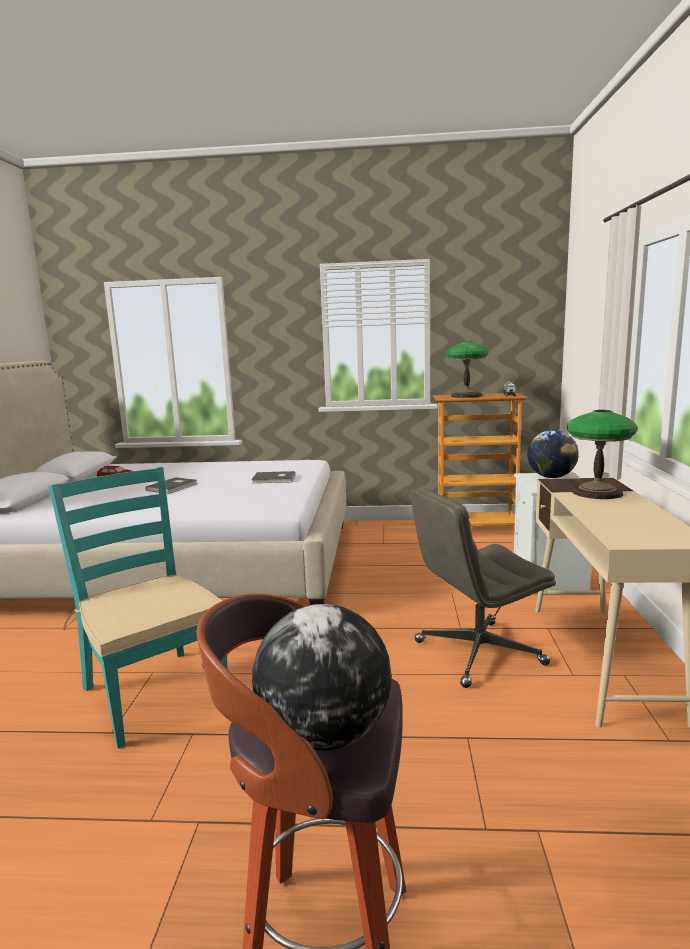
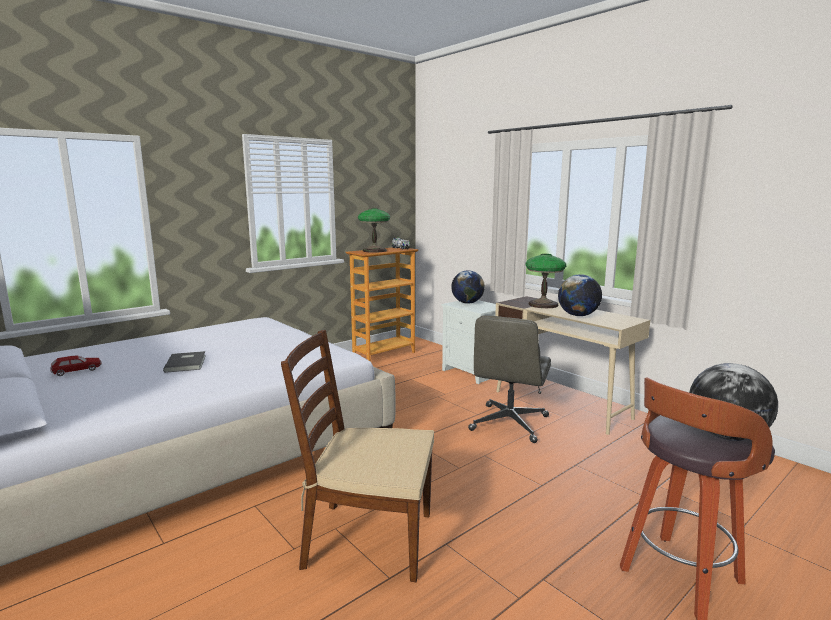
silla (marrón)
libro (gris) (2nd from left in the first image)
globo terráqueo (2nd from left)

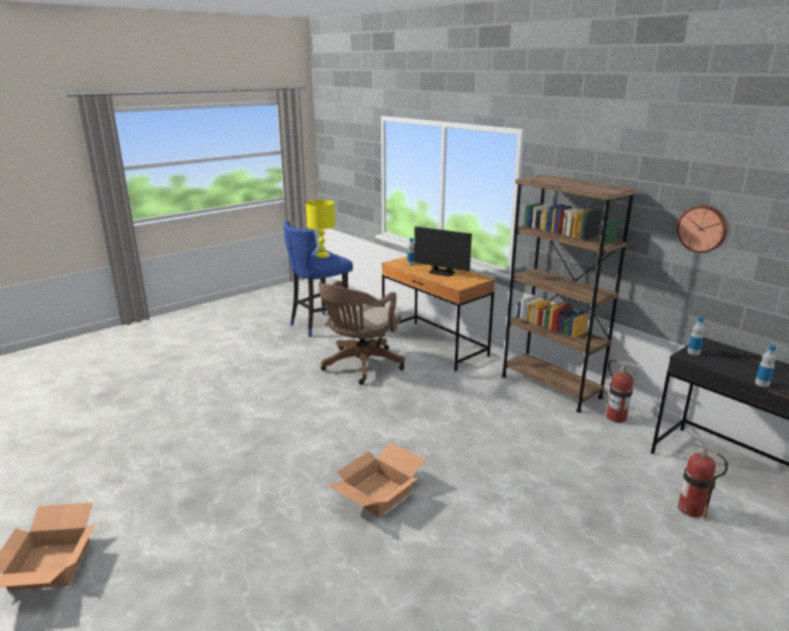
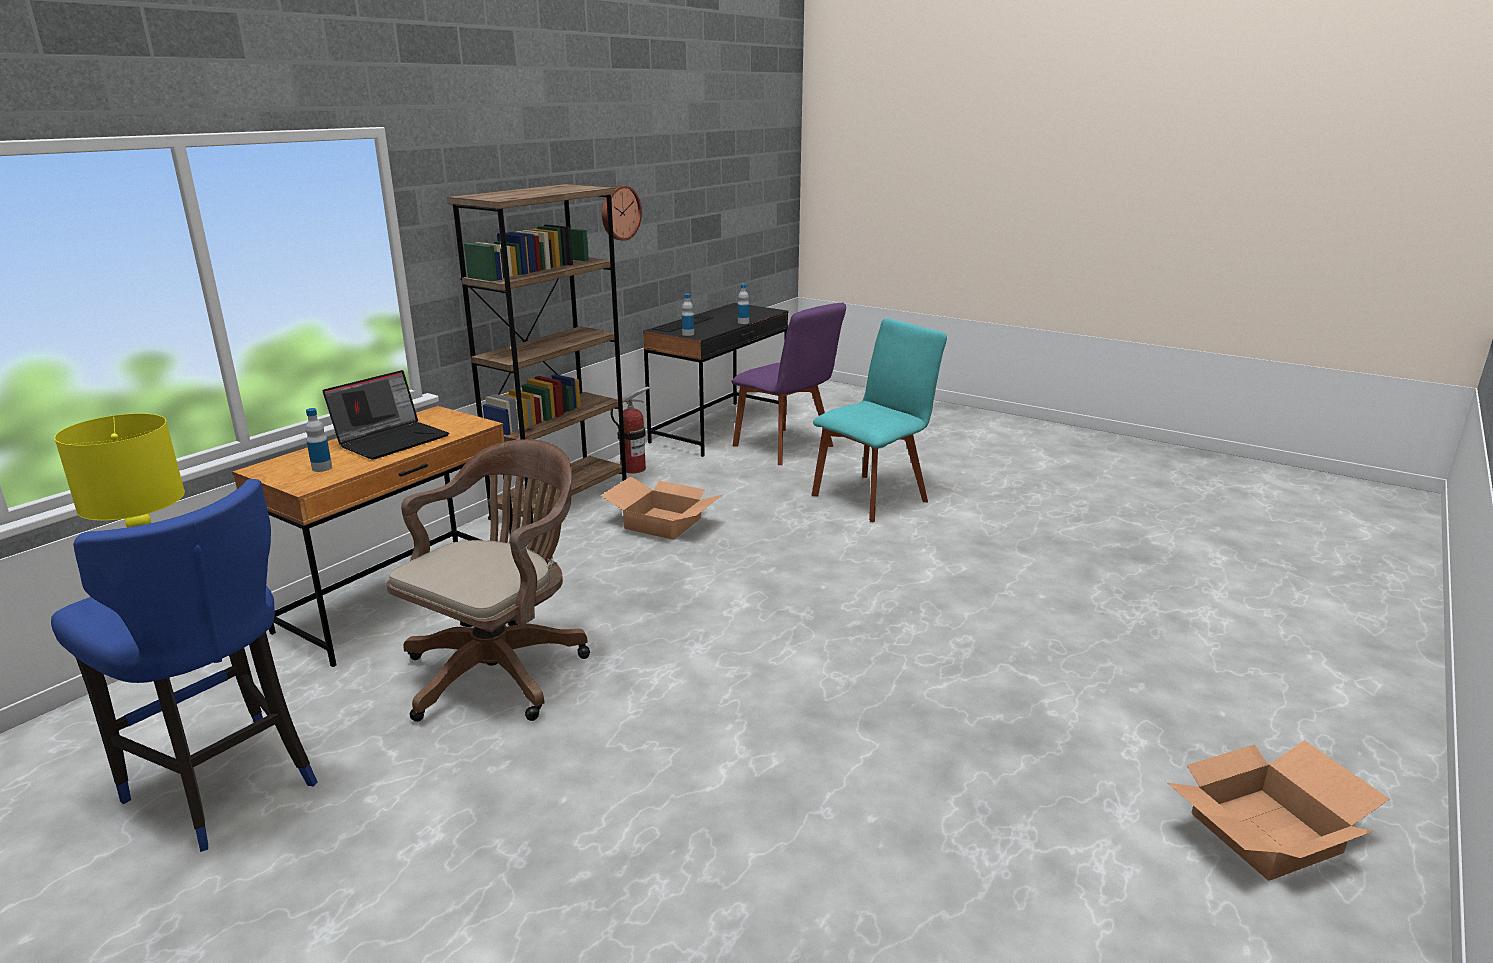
portátil
silla de oficina (marrón)
silla (morado)
caja de cartón (1st from left)
silla (turquesa)

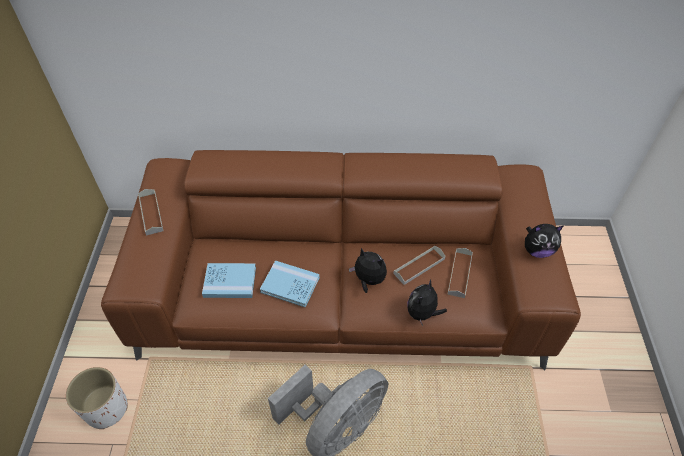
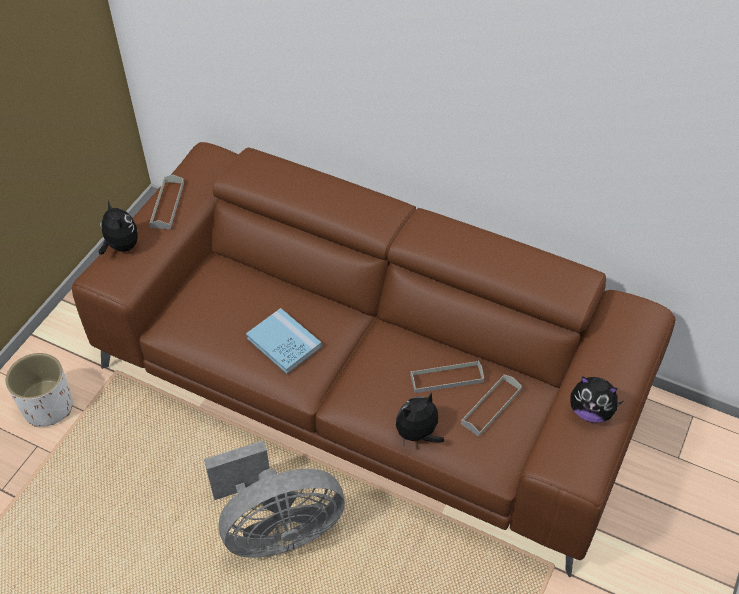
peluche (1st from left)
libro (azul) (1st from left in the first image)

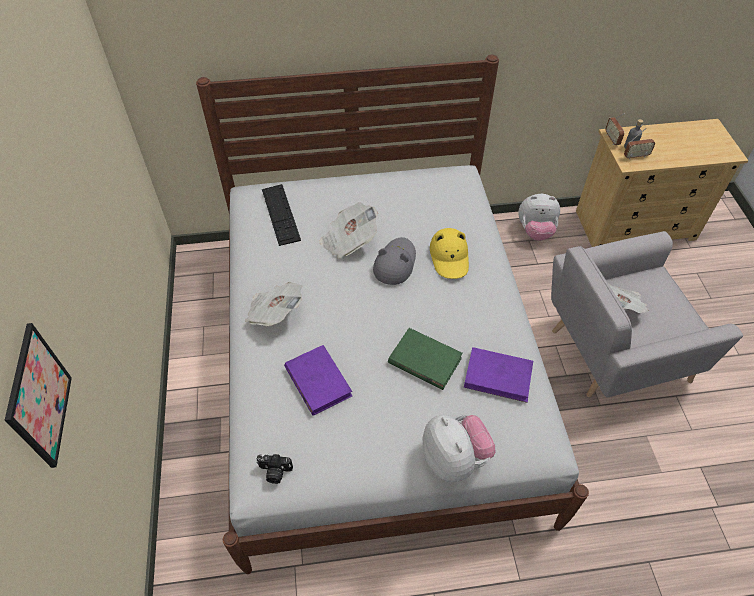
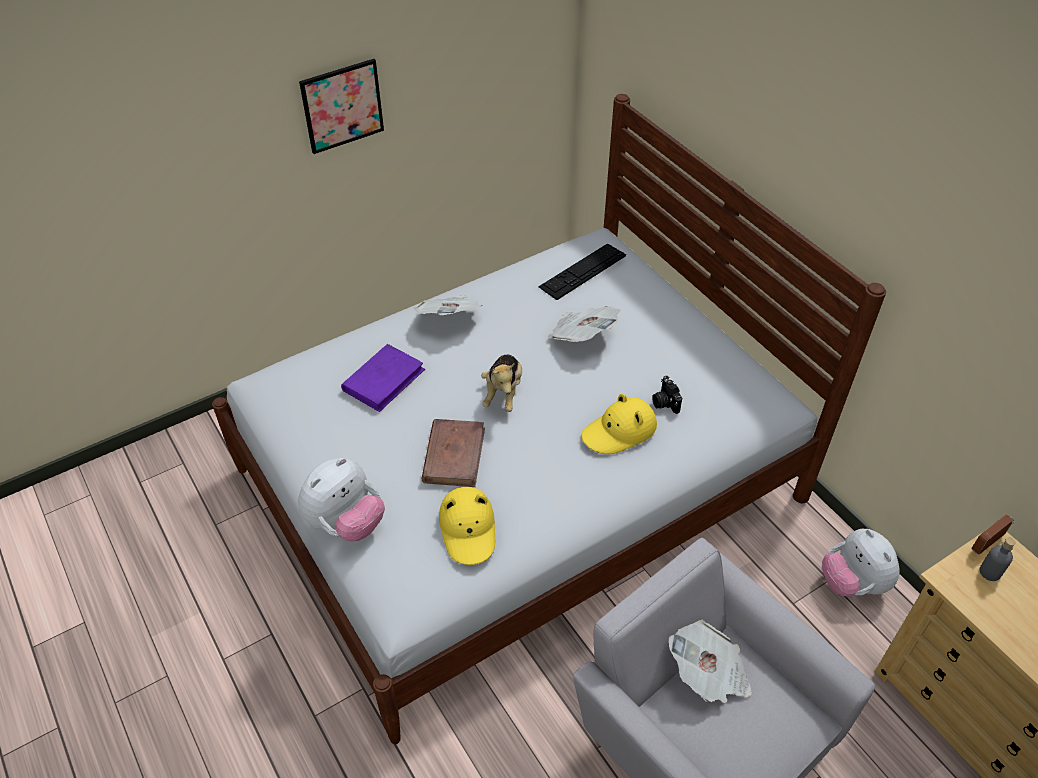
radio (2nd from left in the first image)
sombrero (gris)
cuadro
libro (marrón)
sombrero (amarillo) (1st from left)
cámara
peluche (2nd from left)

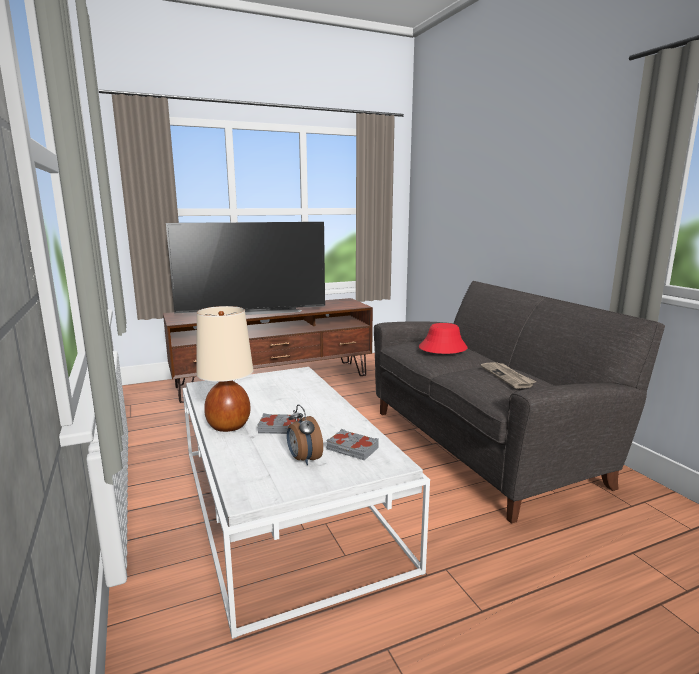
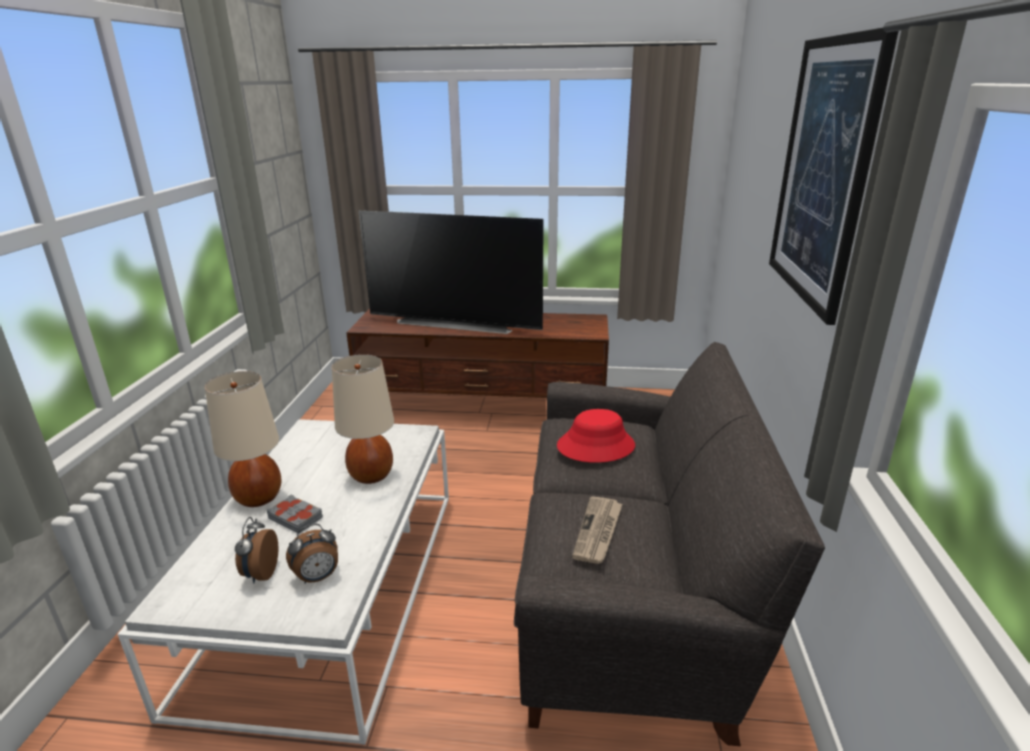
despertador (2nd from left)
cuadro
lámpara de mesa (beis) (2nd from left)

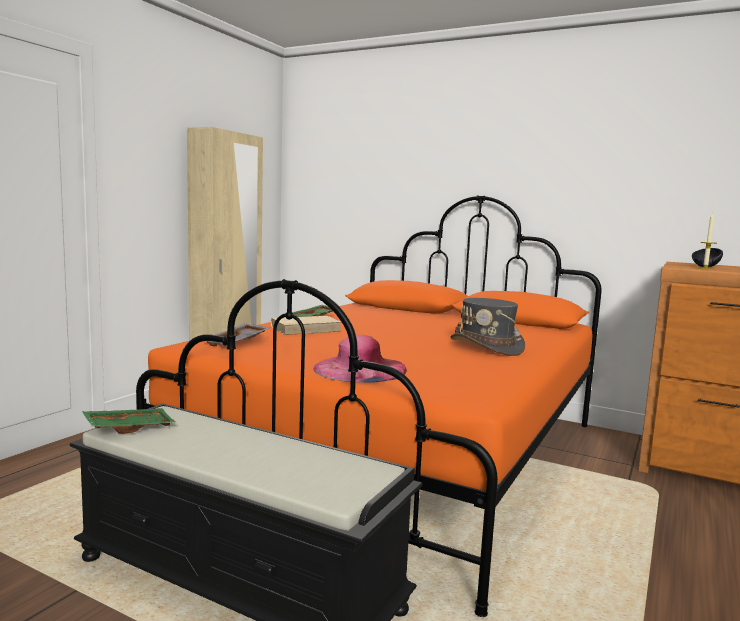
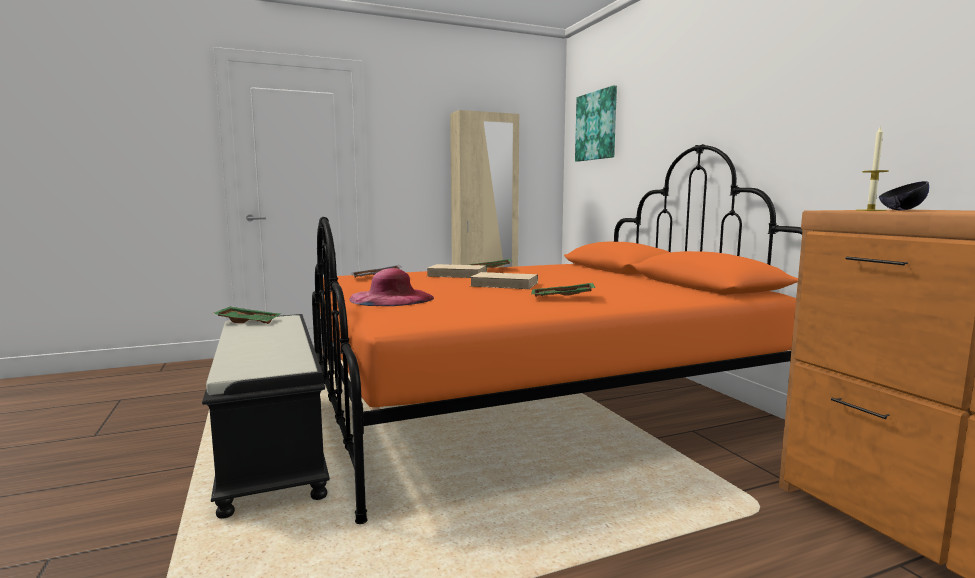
bandeja (verde) (3rd from left)
cuadro
libro (beis) (2nd from left)

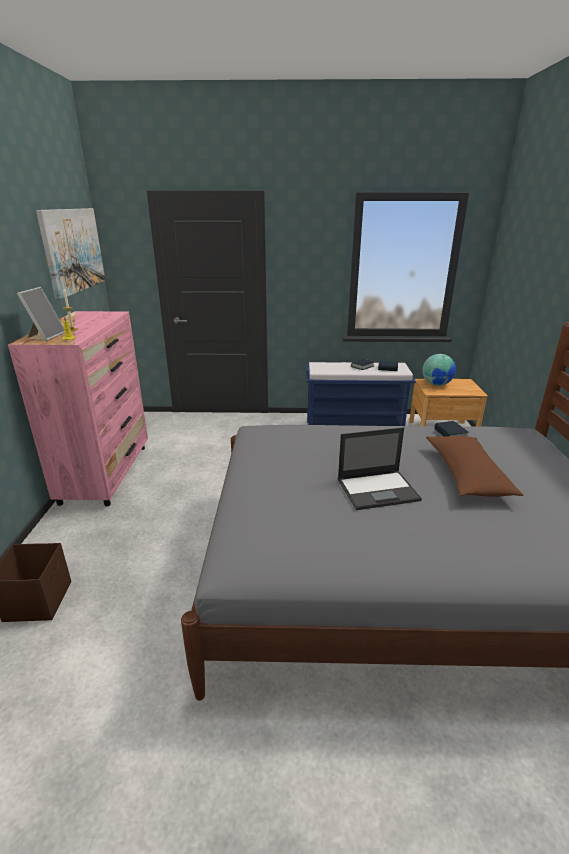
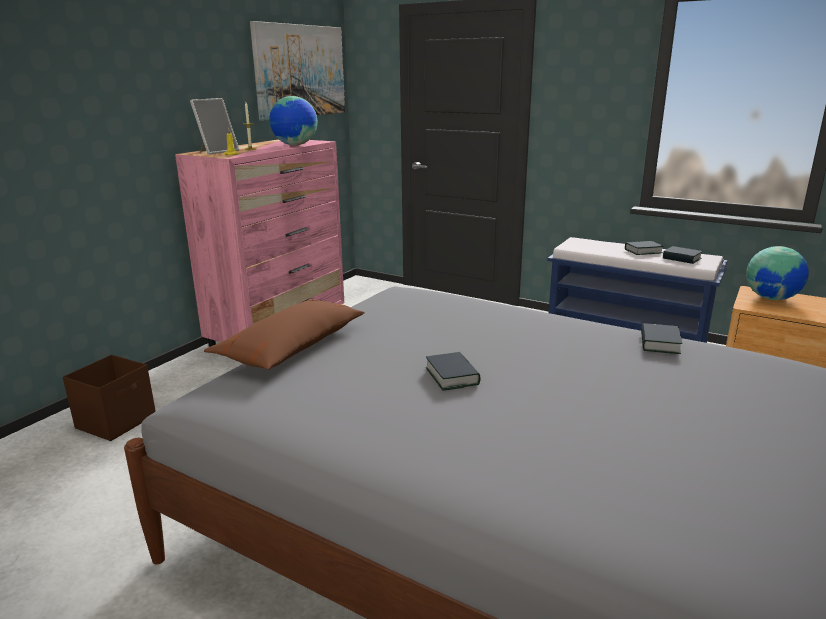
libro (1st from left)
cojín (marrón)
globo terráqueo (1st from left)

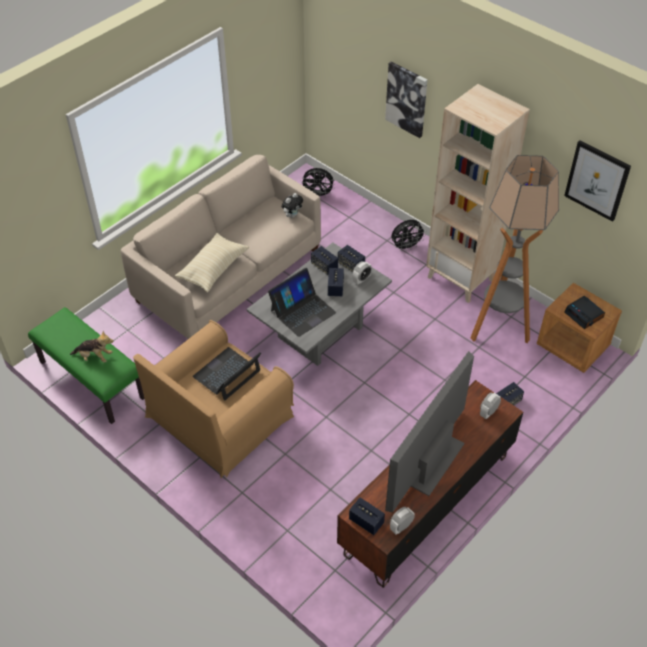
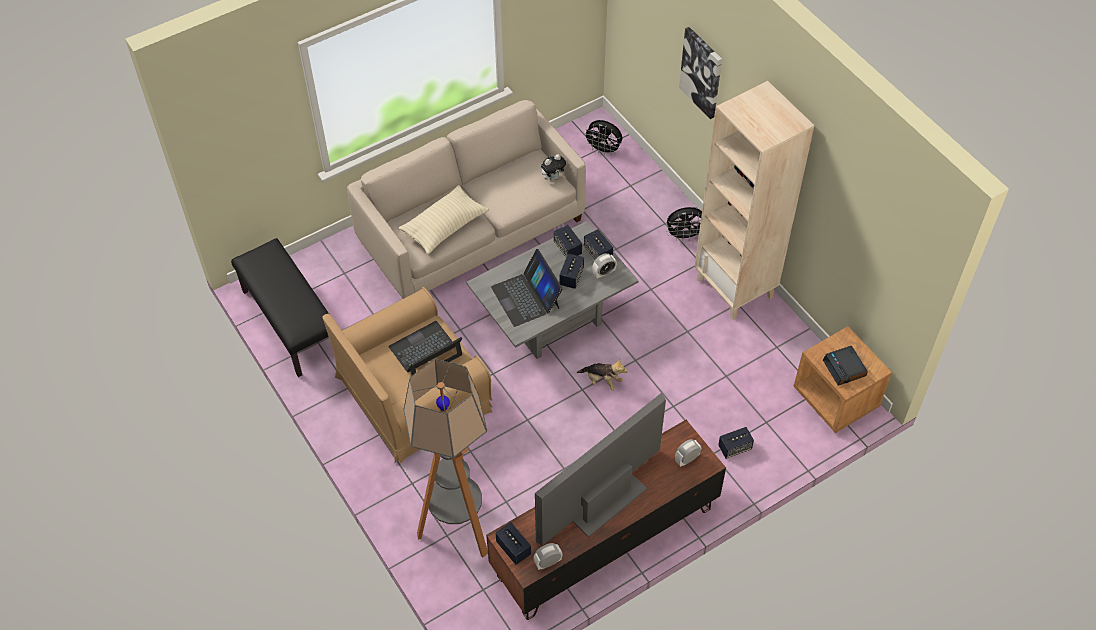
cuadro (2nd from left in the first image)
lámpara de pie
portátil (2nd from left)
banco (negro)
peluche (2nd from left)

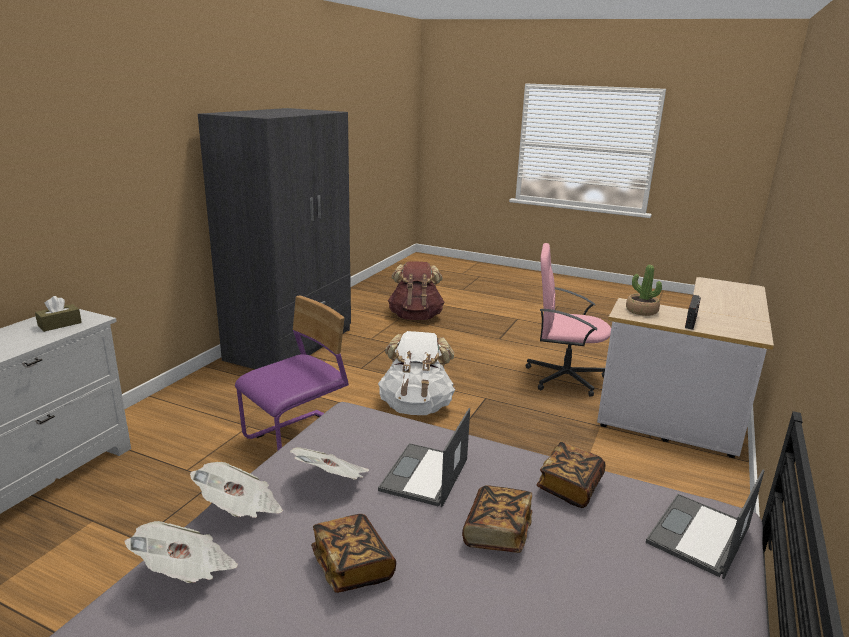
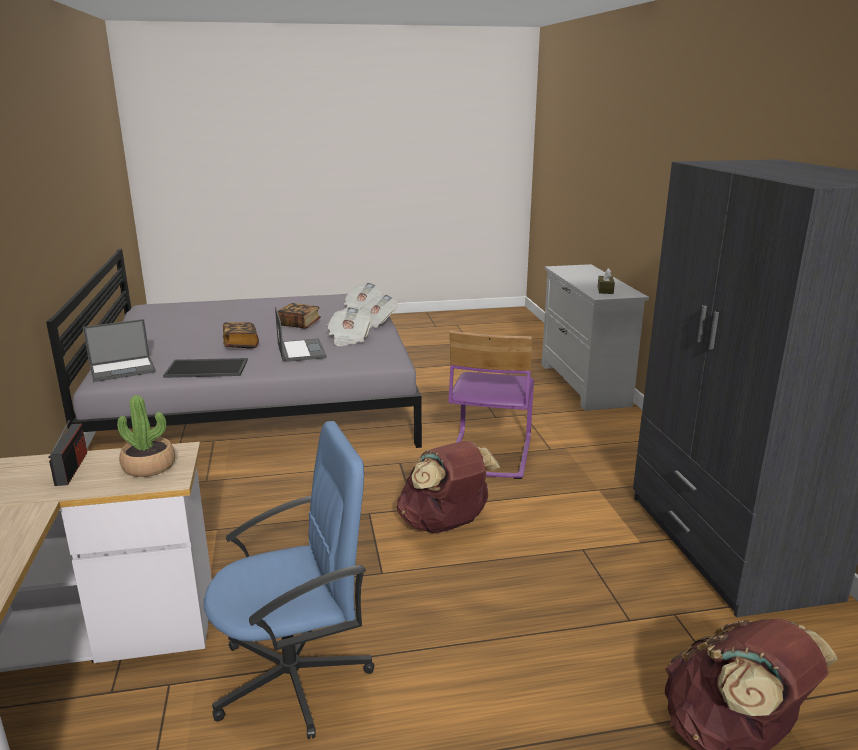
silla de oficina (azul)
mochila (marrón) (1st from left)
bandeja
portátil (1st from left)

